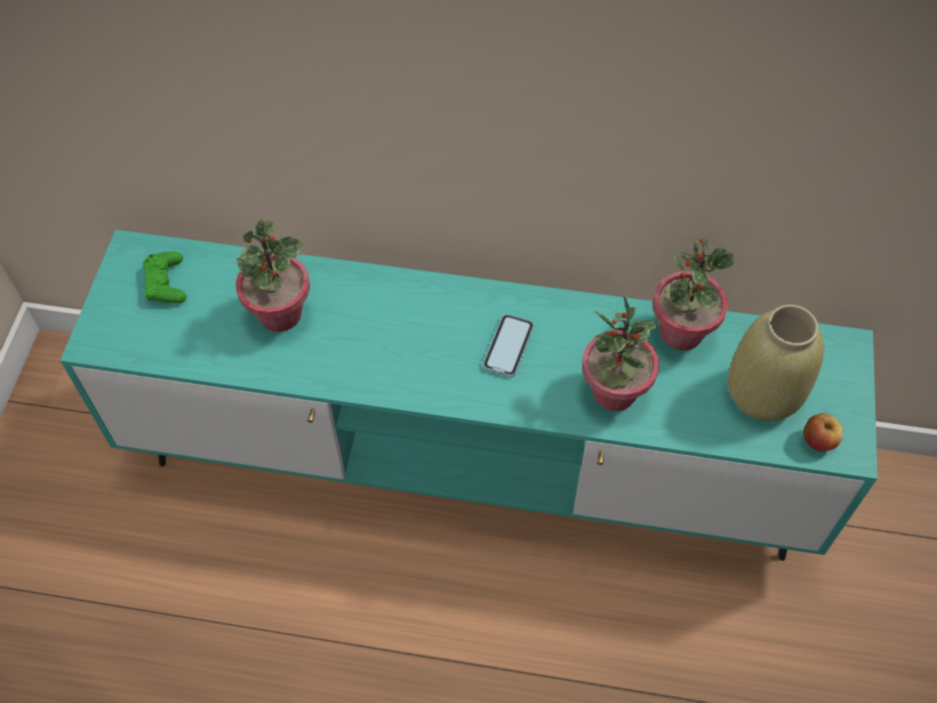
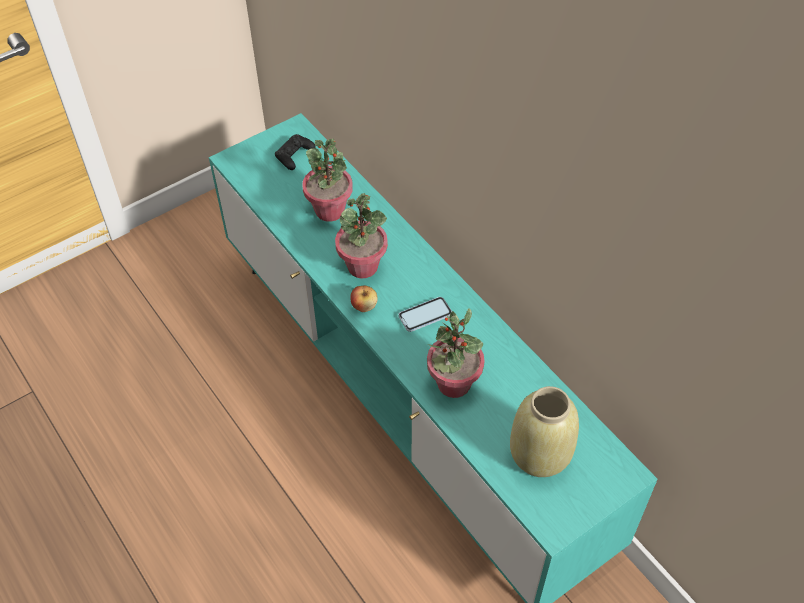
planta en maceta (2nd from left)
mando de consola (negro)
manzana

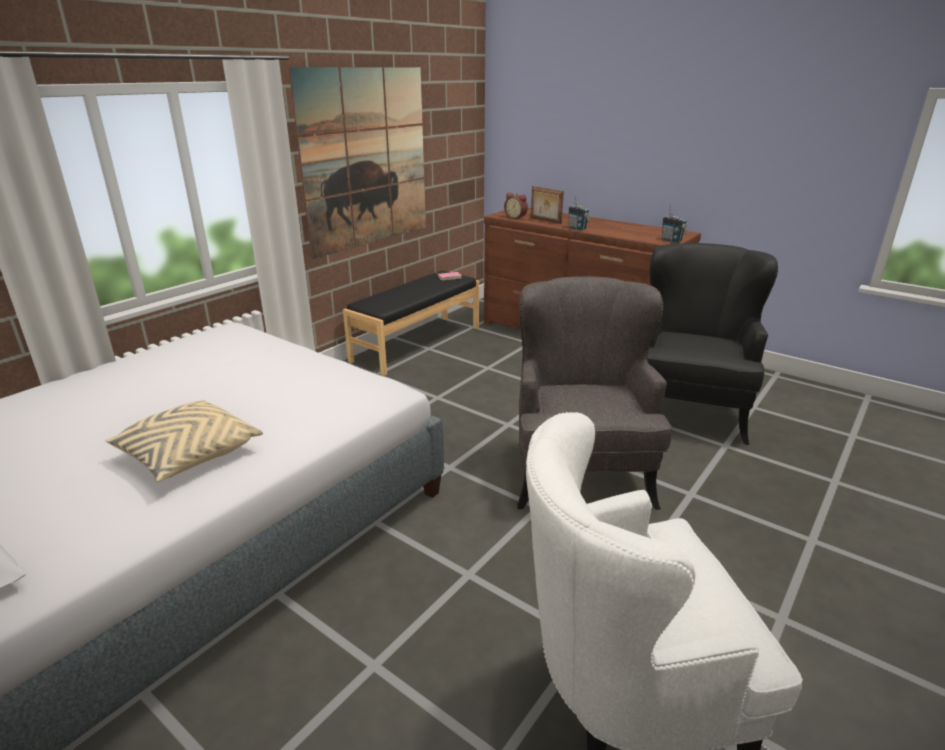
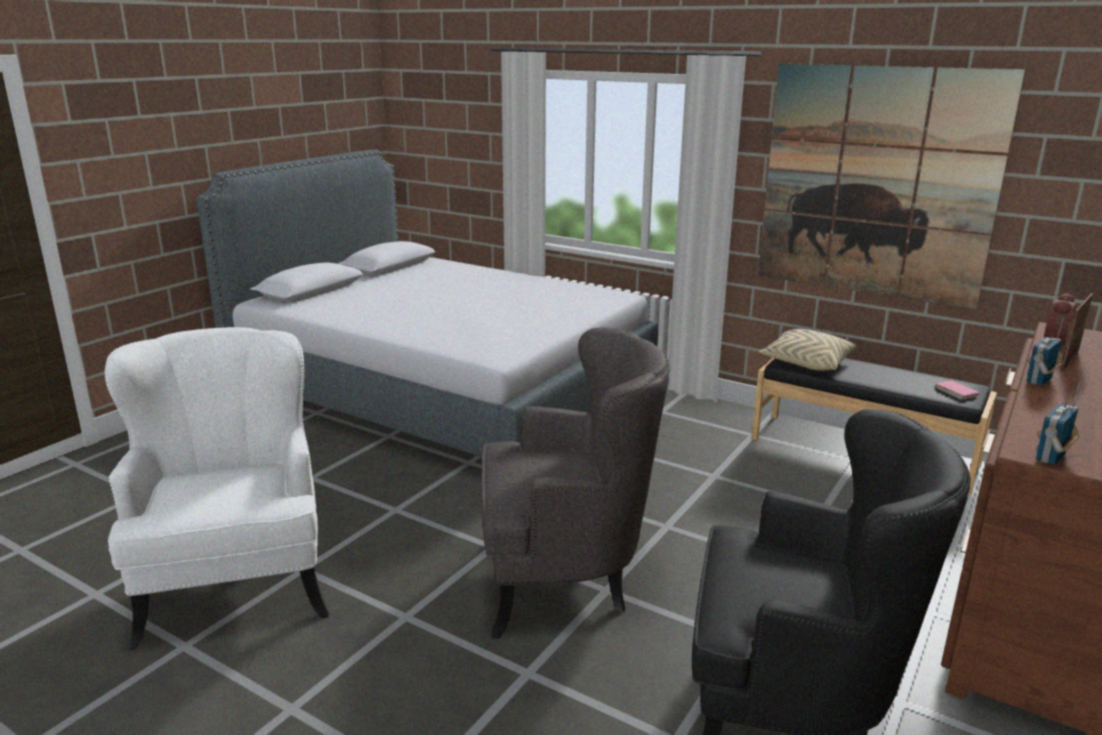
cojín (beis)

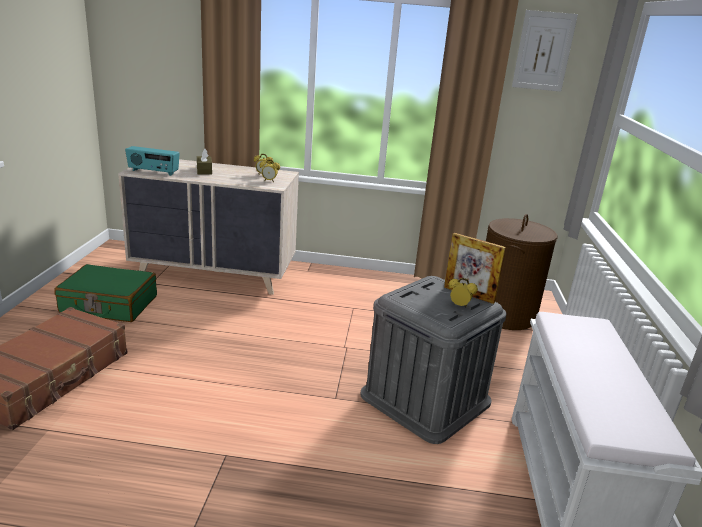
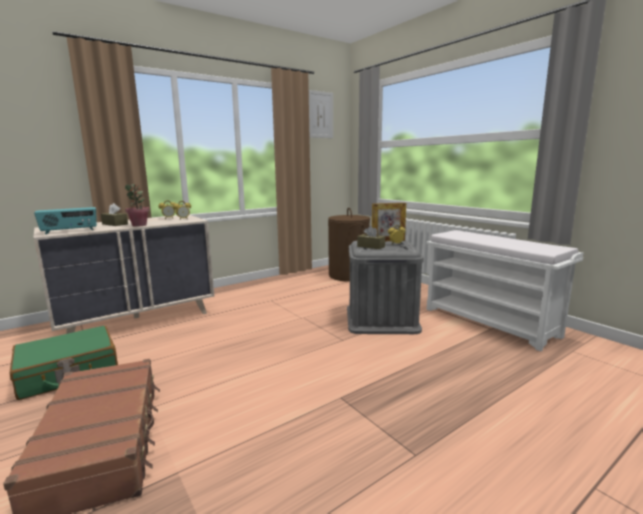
planta en maceta
caja de pañuelos (marrón) (2nd from left)

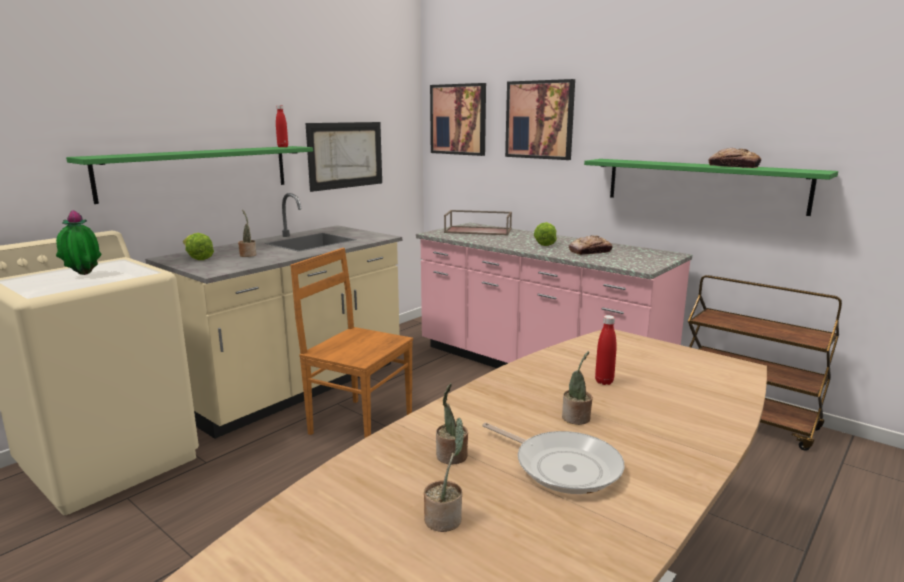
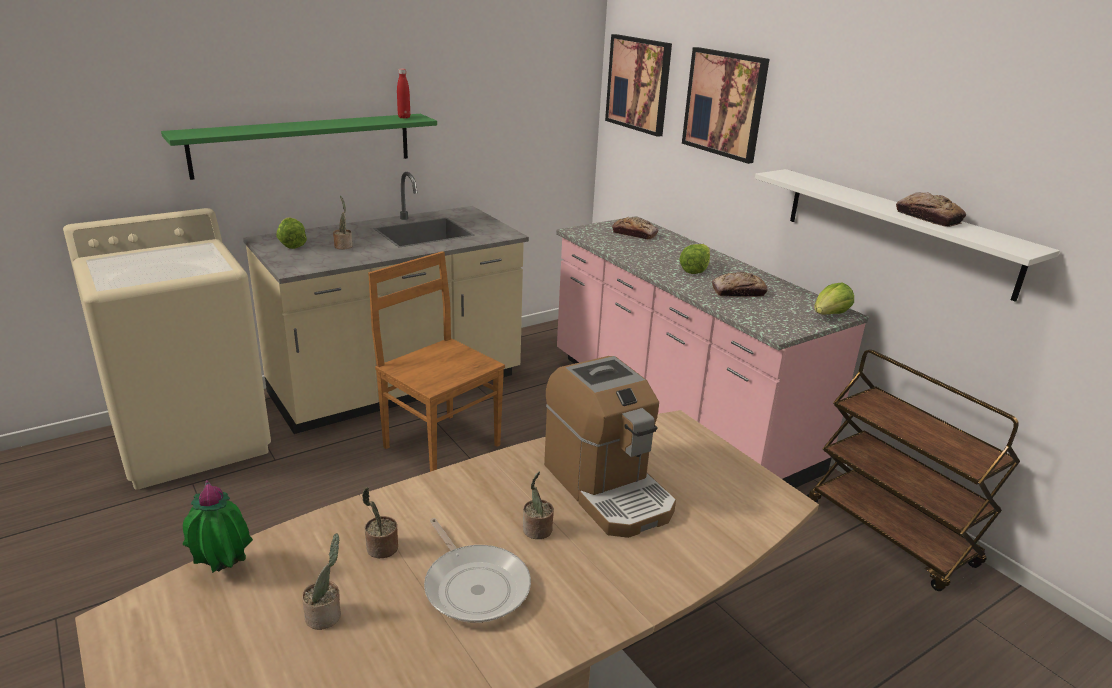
cuadro (1st from left in the first image)
estante (blanco)
planta en maceta (1st from left)
pan (1st from left)
cafetera
lechuga (3rd from left)

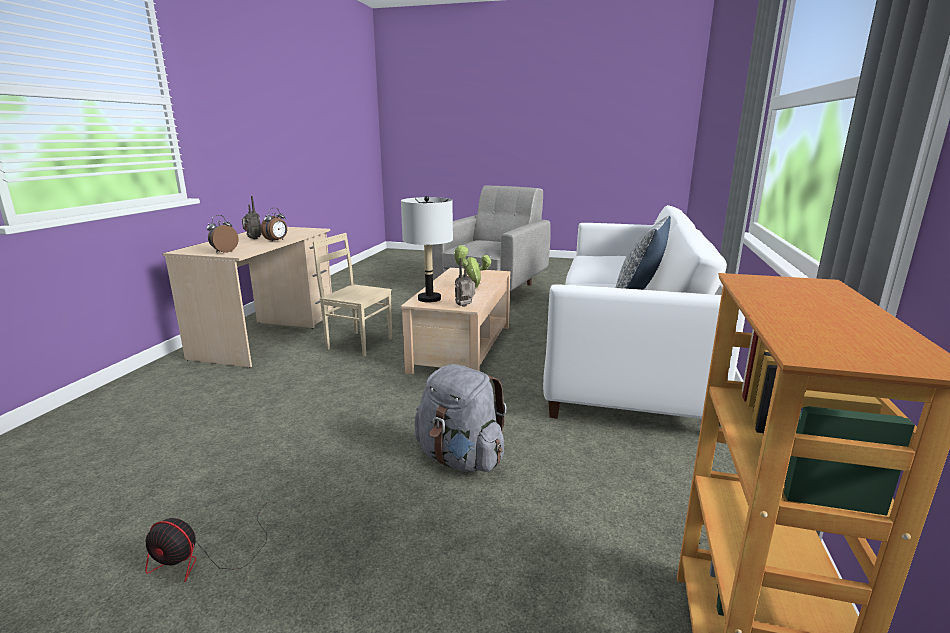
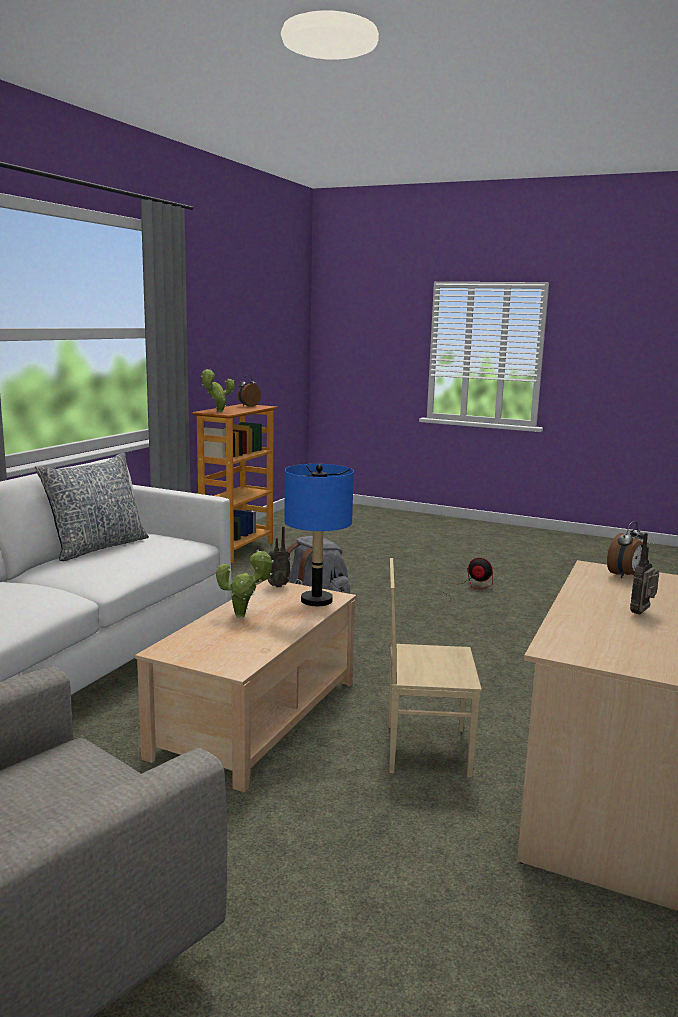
lámpara de mesa (azul)
despertador (1st from left)
silla (beis)
planta en maceta (1st from left)

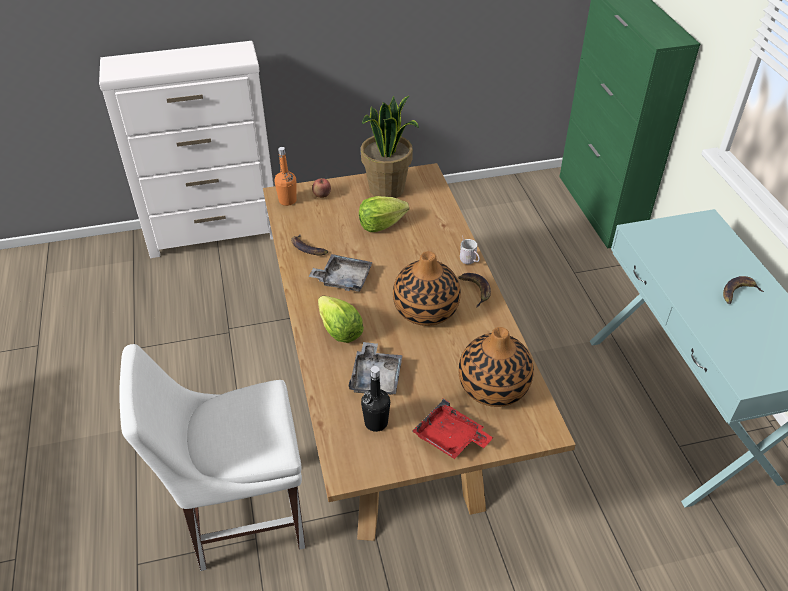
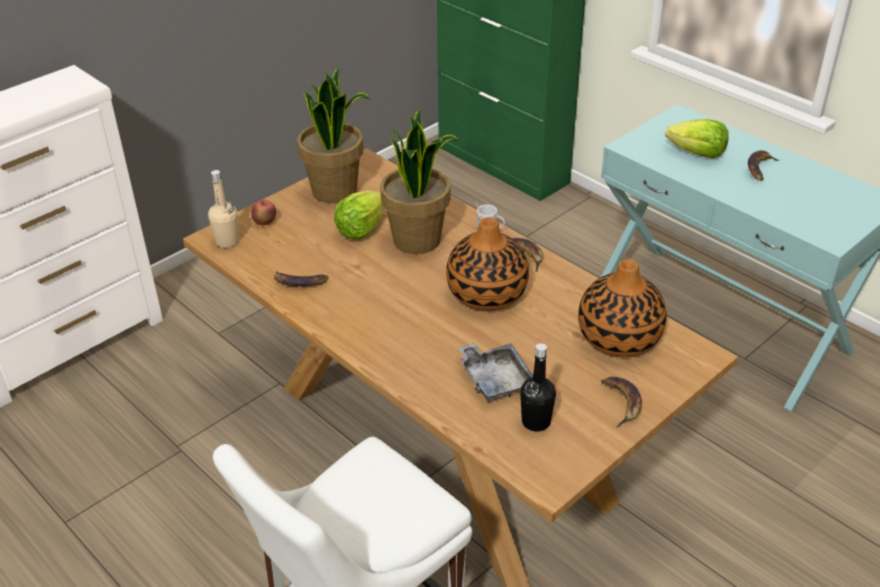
botella (beis)
bandeja (gris) (1st from left in the first image)
lechuga (2nd from left)
plátano (3rd from left)
planta en maceta (2nd from left)

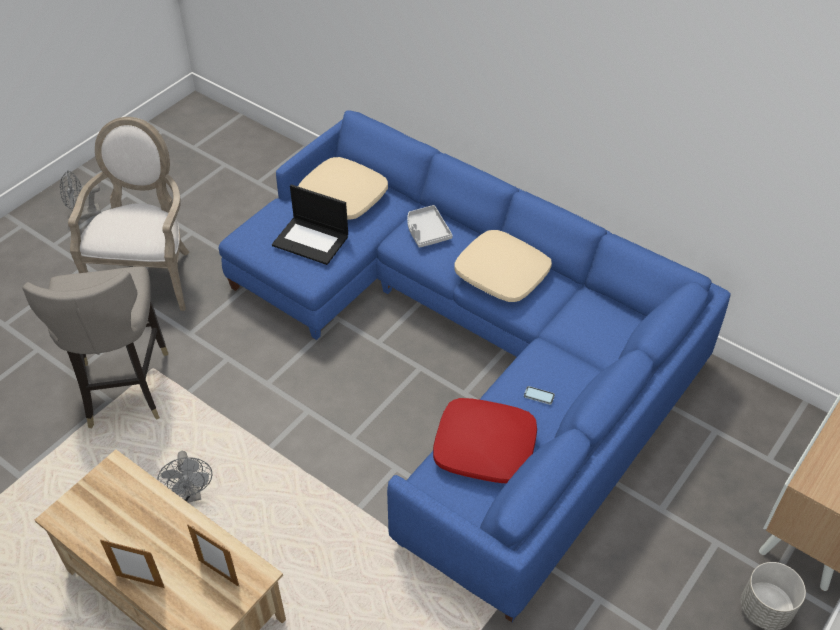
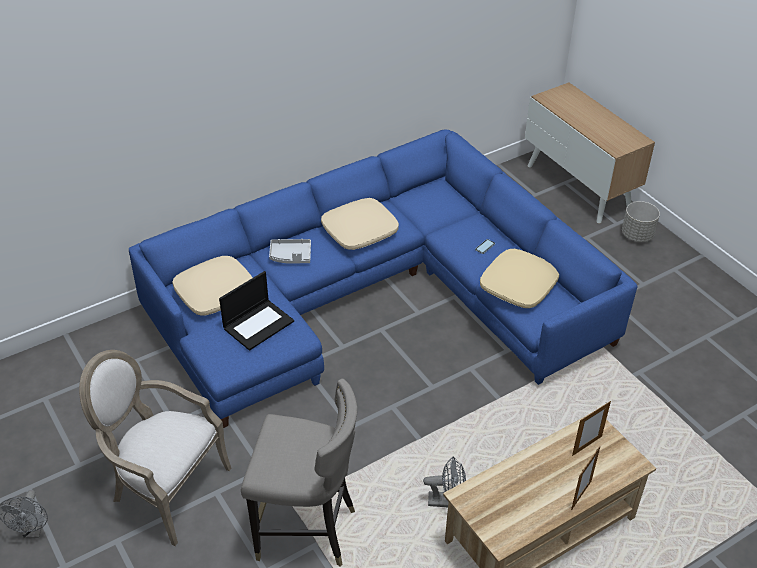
cojín (beis) (3rd from left)

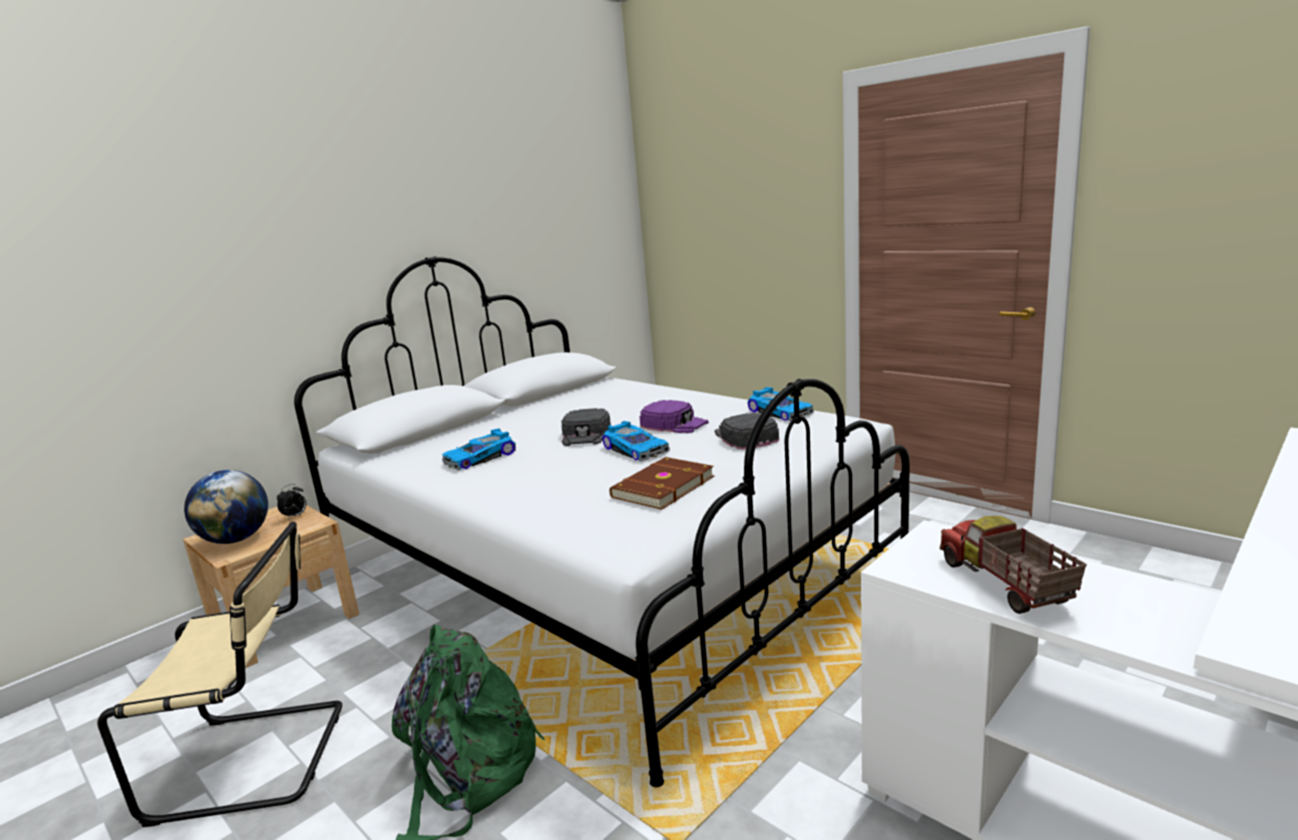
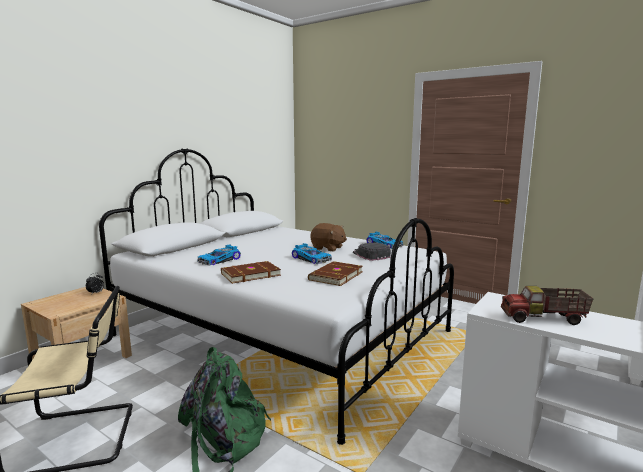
peluche (marrón)
gorra (negro) (1st from left in the first image)
globo terráqueo
camión de juguete
libro (marrón) (1st from left)

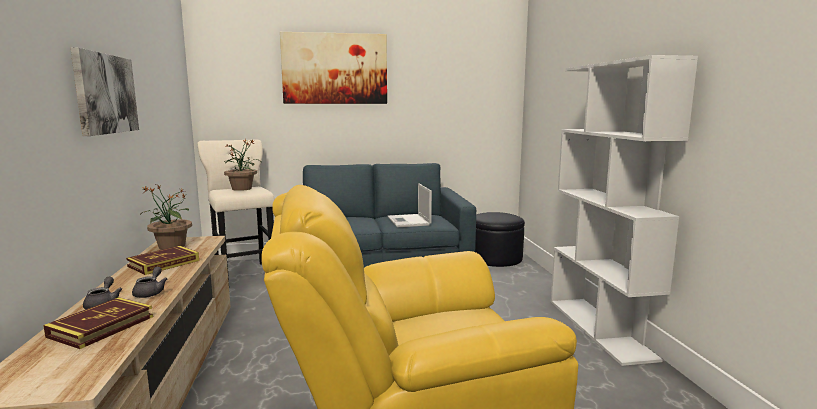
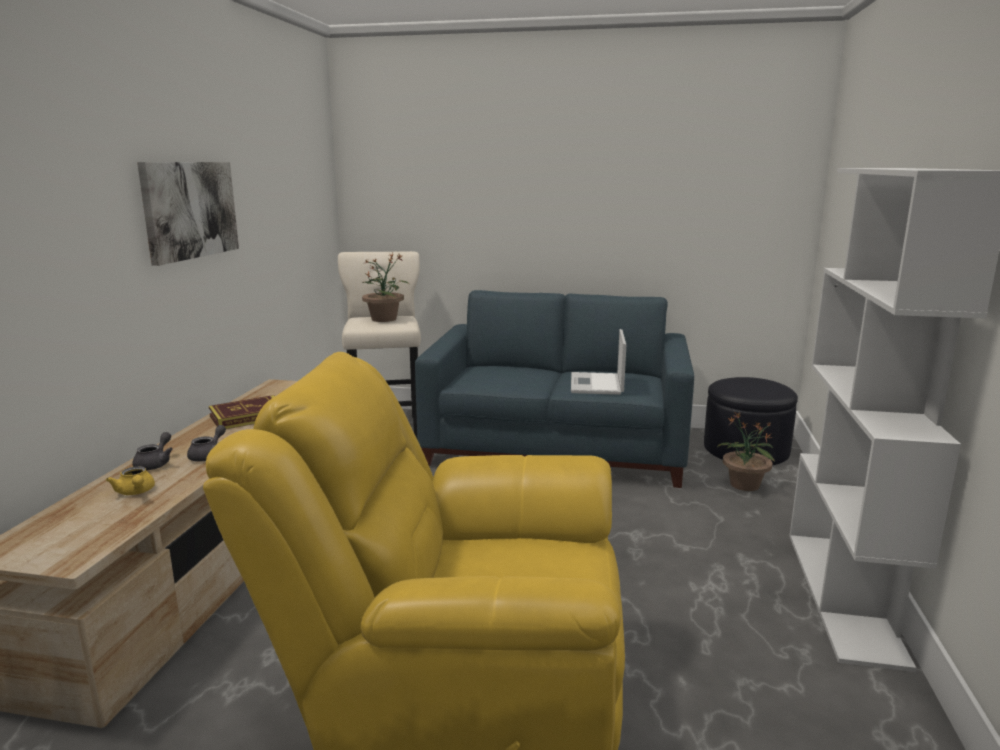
cuadro (2nd from left in the first image)
planta en maceta (2nd from left)
tetera (amarillo)

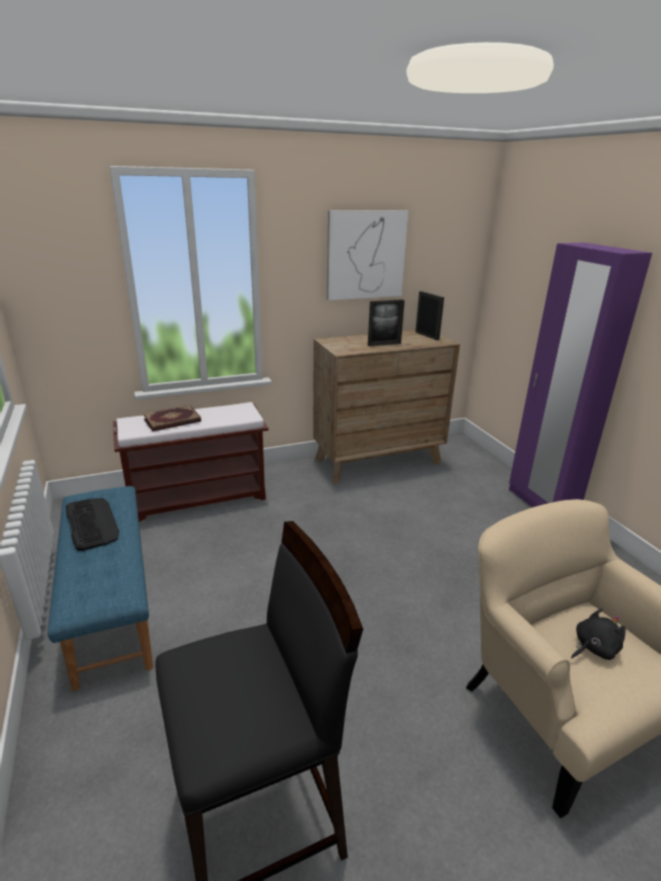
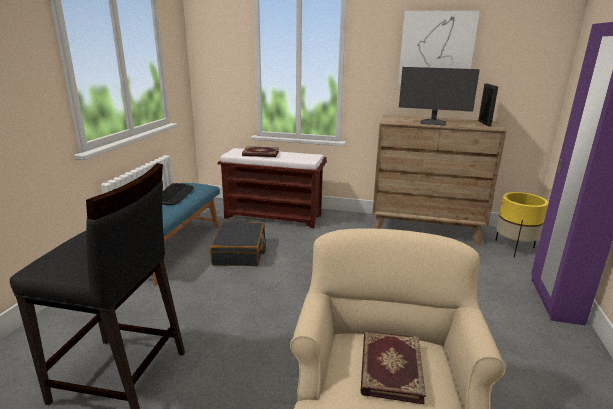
monitor
libro (2nd from left)
maceta (amarillo)
maleta (negro)

